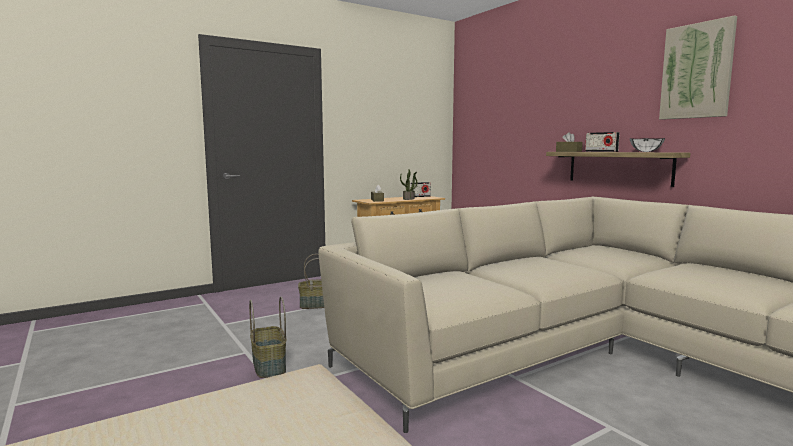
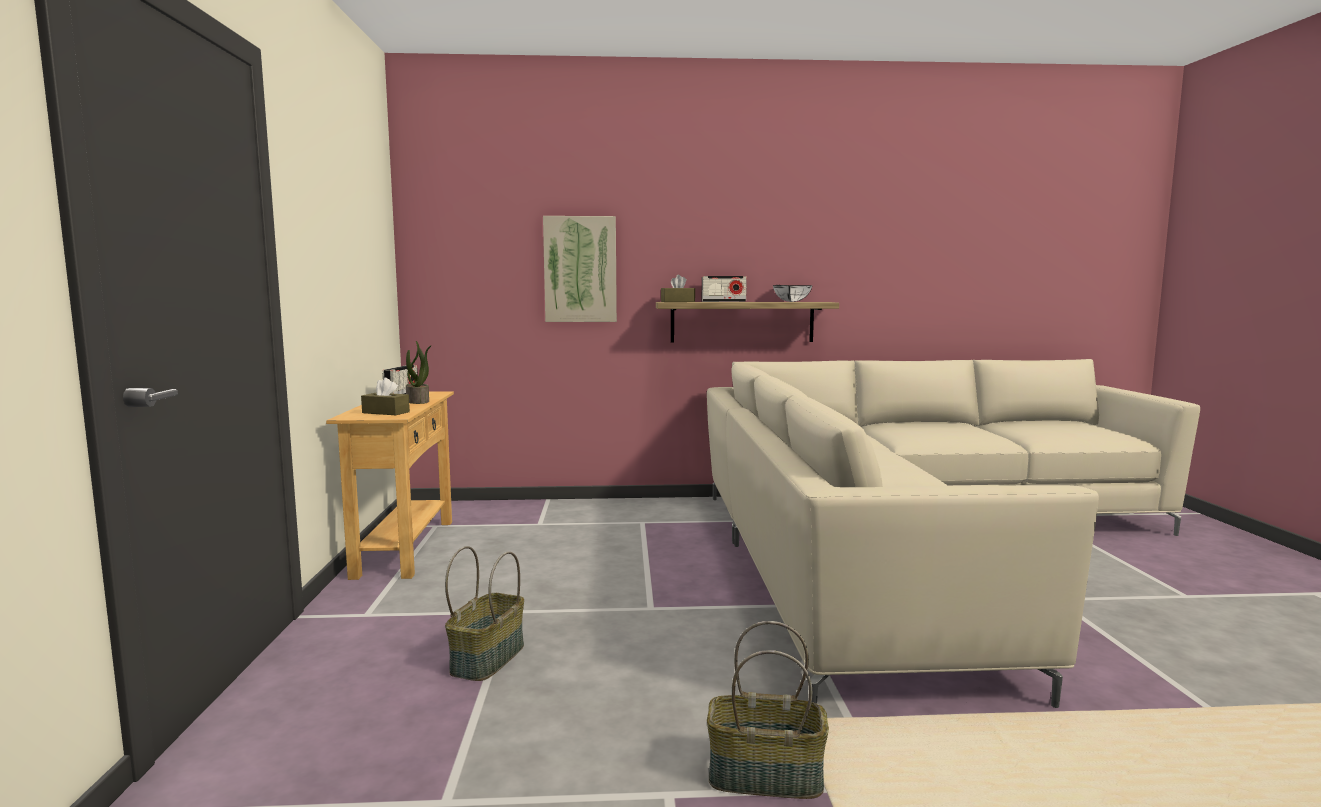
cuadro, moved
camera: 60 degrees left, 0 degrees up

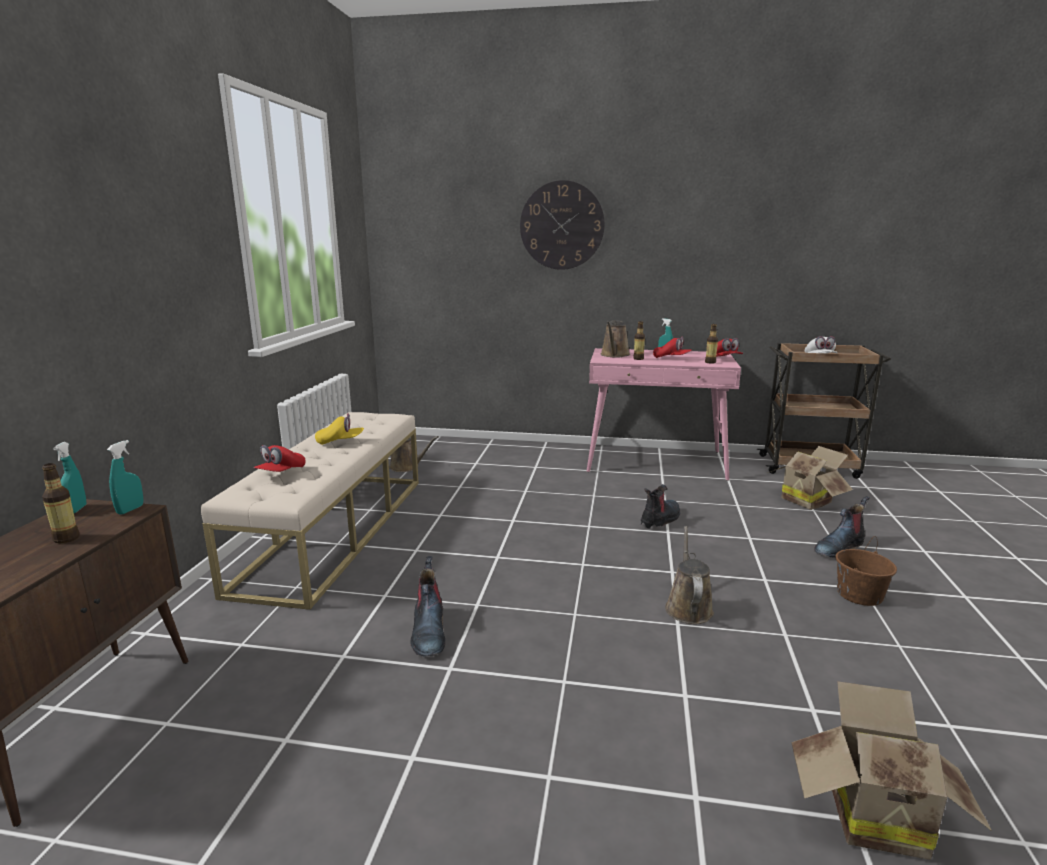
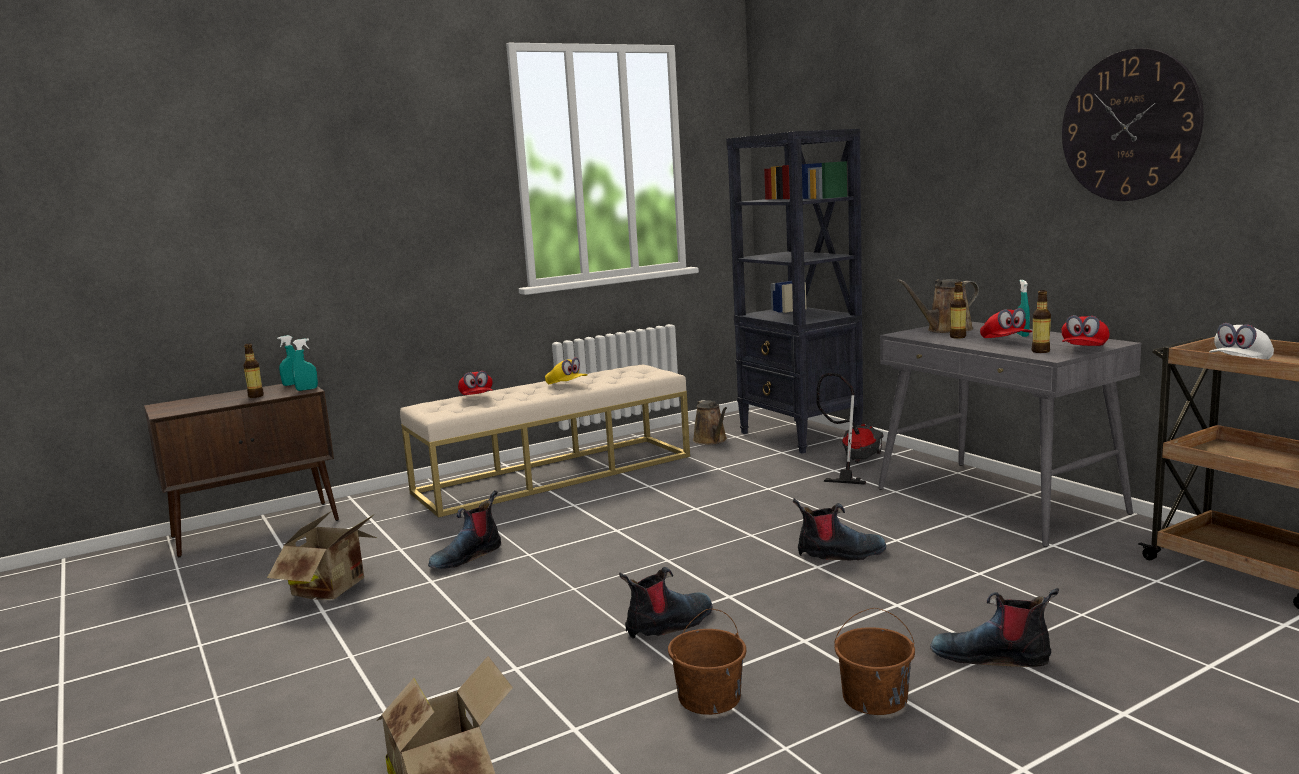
gorra (rojo) (1st from left), 90 degrees counterclockwise
reloj de pared, moved
escritorio (rosa) → escritorio (gris)
regadera (marrón) (3rd from left) → bota (2nd from left)
caja de cartón (1st from left), moved
- → cubo (marrón) (1st from left)
- → estantería (negro)
- → aspiradora
camera: 50 degrees right, 5 degrees down

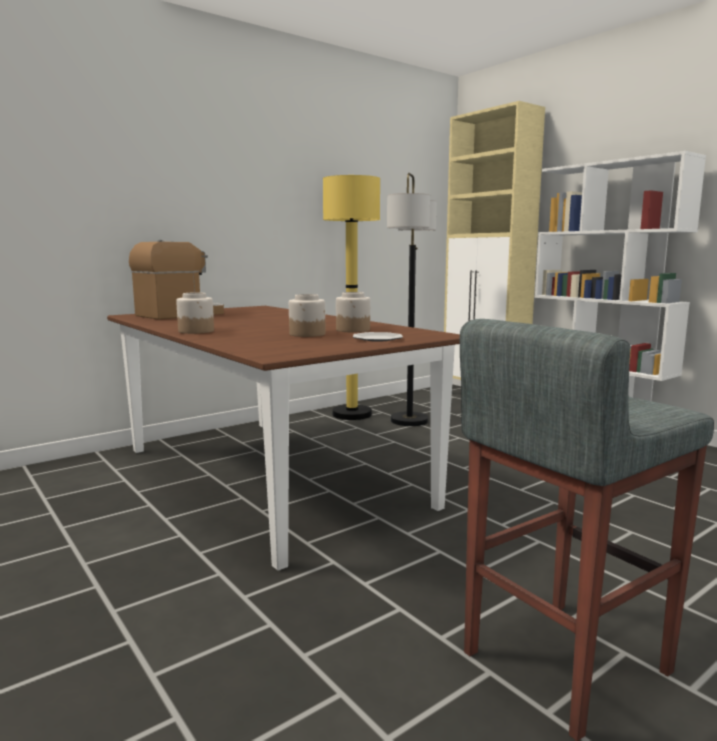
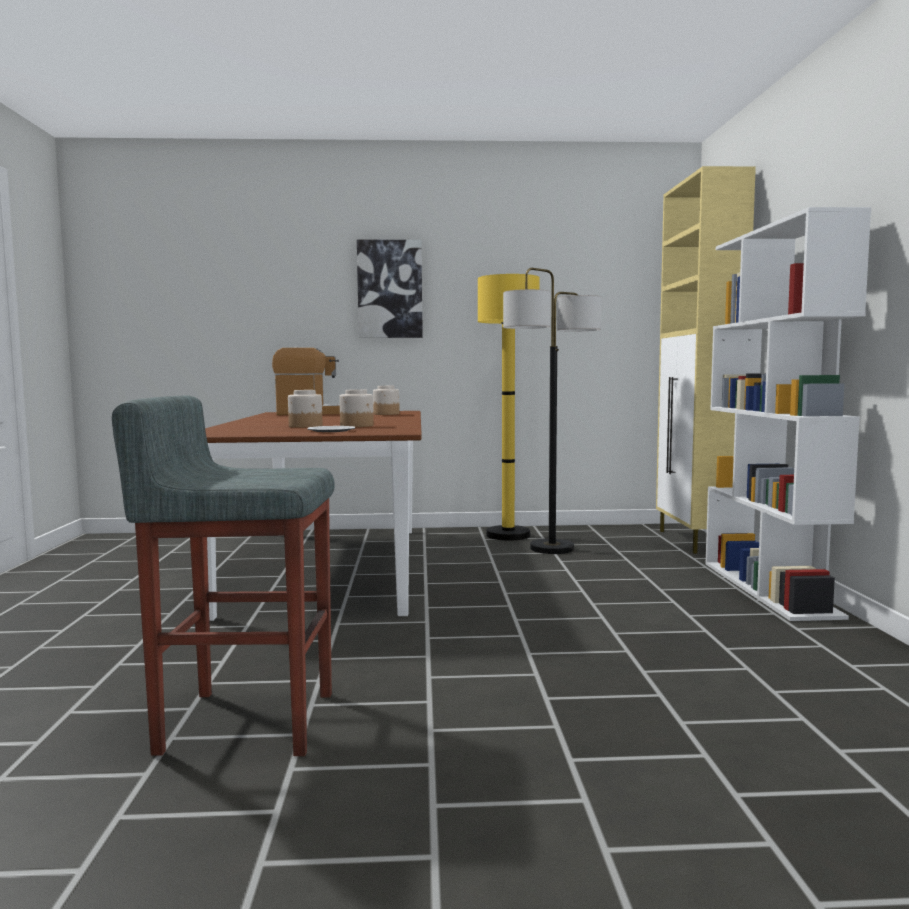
tarro (1st from left in the first image) → tarro (3rd from left), moved
- → cuadro
camera: 35 degrees right, 5 degrees down

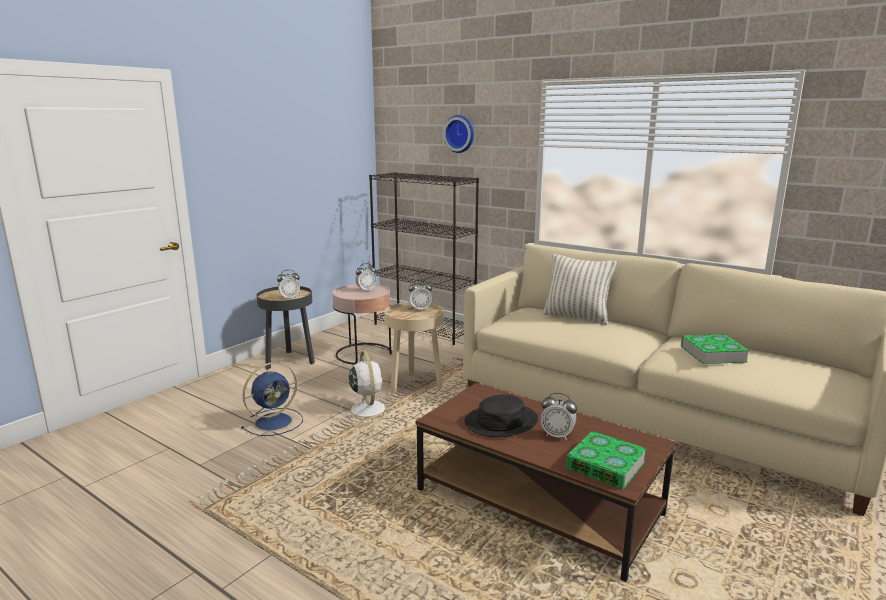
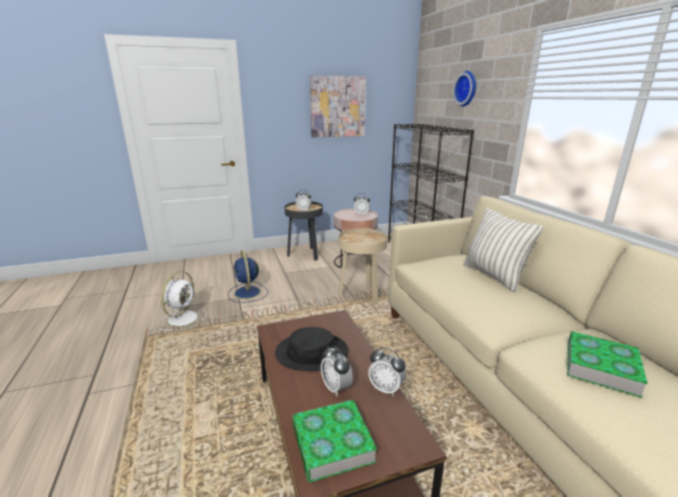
ventilador (azul), 75 degrees clockwise
ventilador (blanco), moved
despertador (3rd from left in the first image) → despertador (4th from left), moved
- → cuadro
camera: 35 degrees right, 5 degrees up

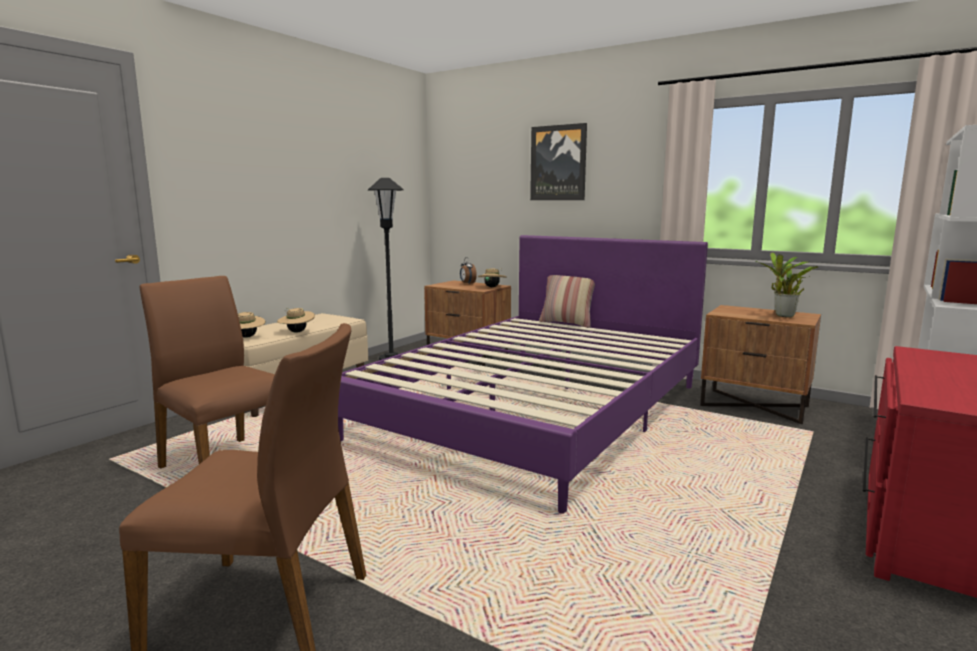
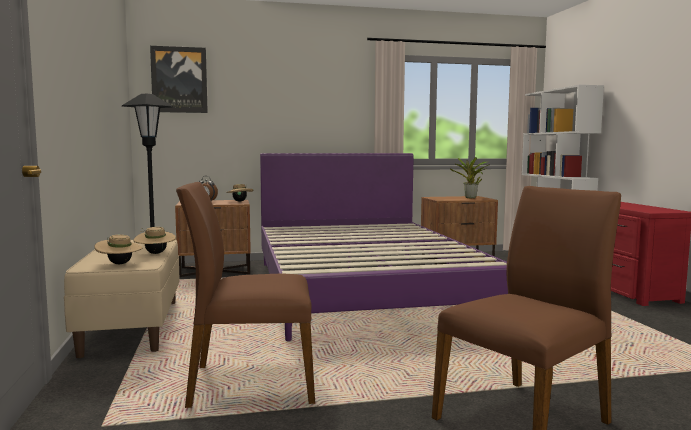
cuadro, moved
cojín → -
camera: 45 degrees left, 5 degrees down

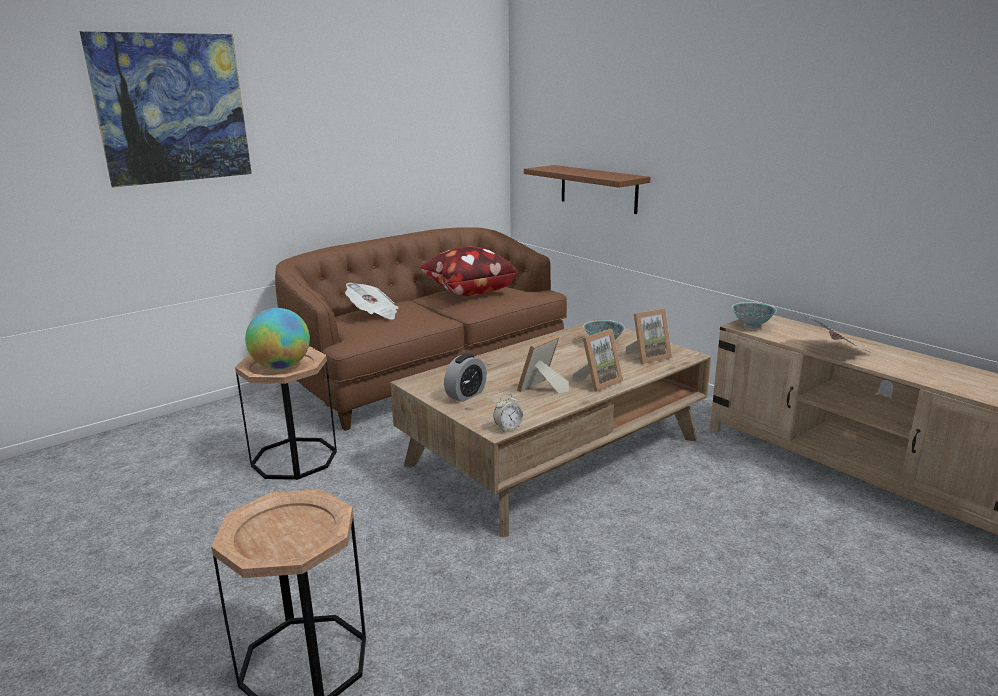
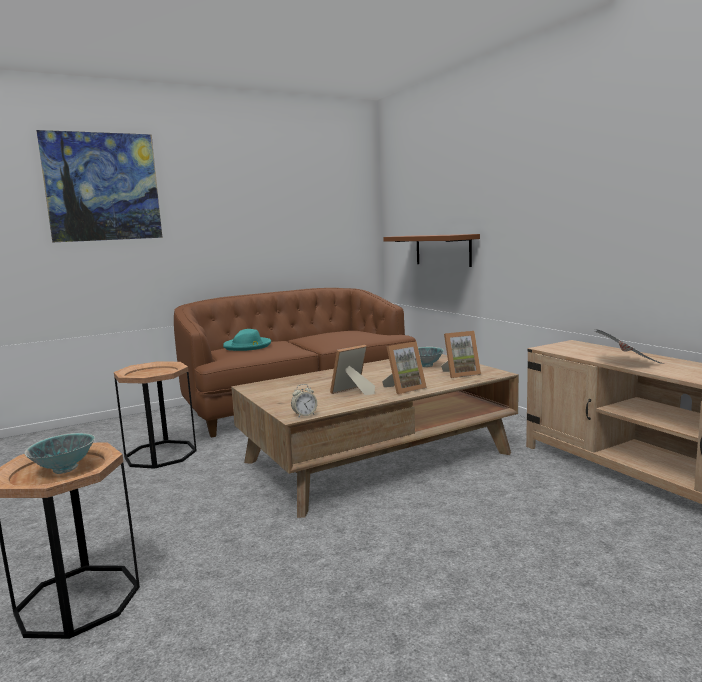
globo terráqueo → -
periódico (1st from left) → sombrero (turquesa)
cojín → -
despertador (1st from left) → -
cuenco (2nd from left in the first image) → cuenco (1st from left), moved
camera: 10 degrees right, 10 degrees down

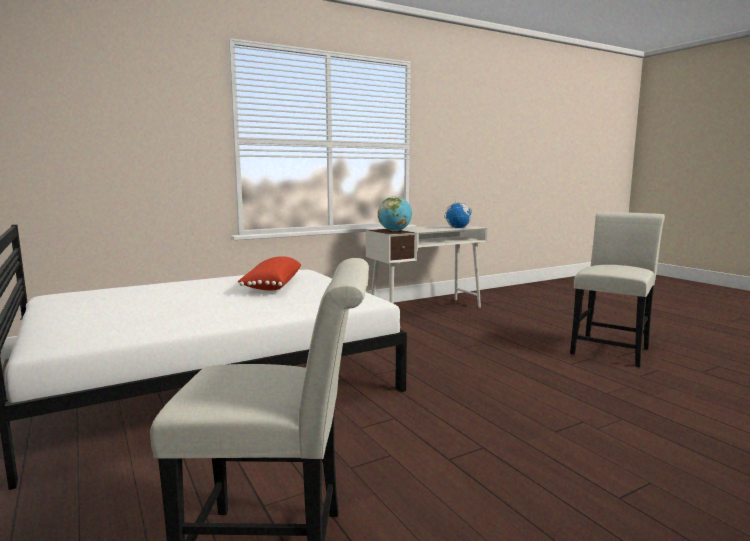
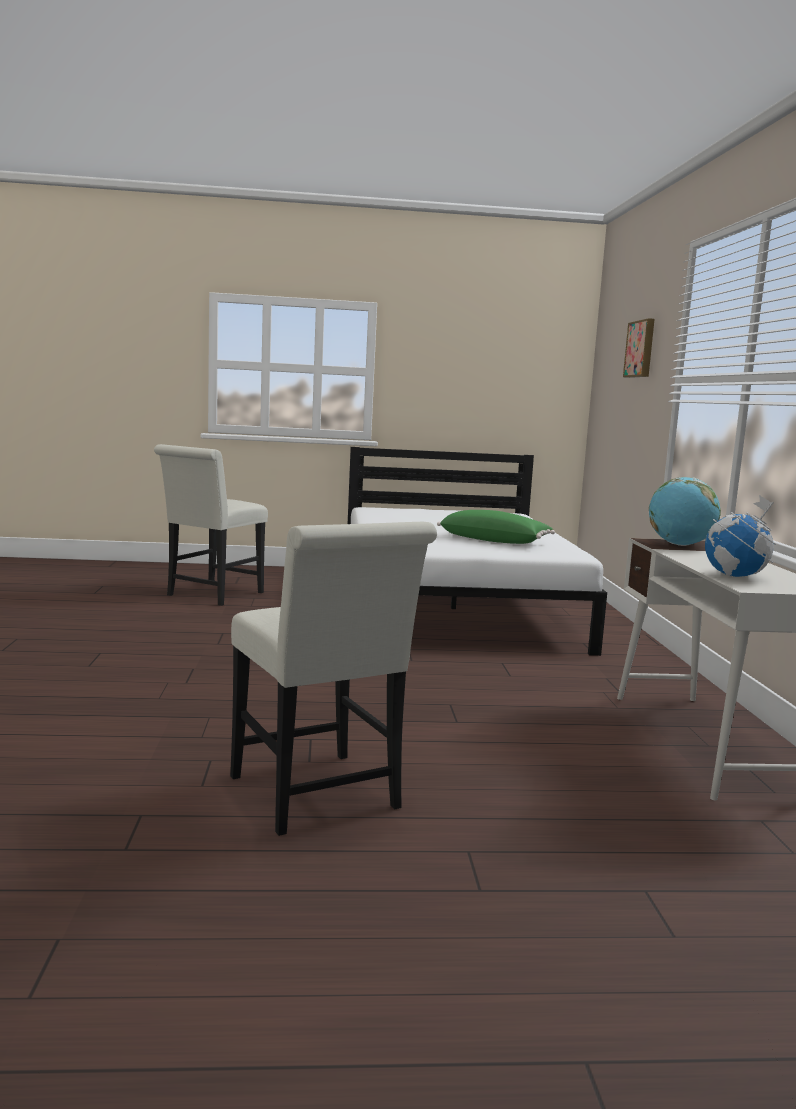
cojín (rojo) → cojín (verde)
- → cuadro
camera: 115 degrees right, 0 degrees up

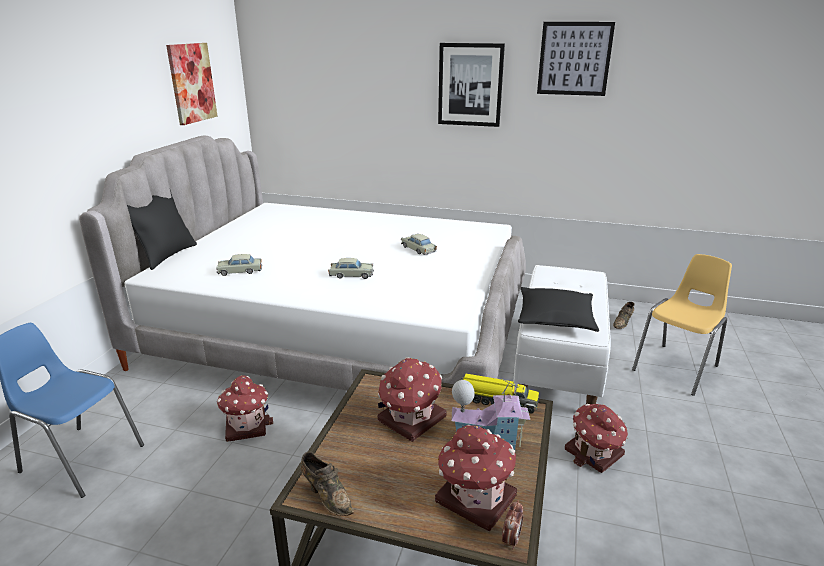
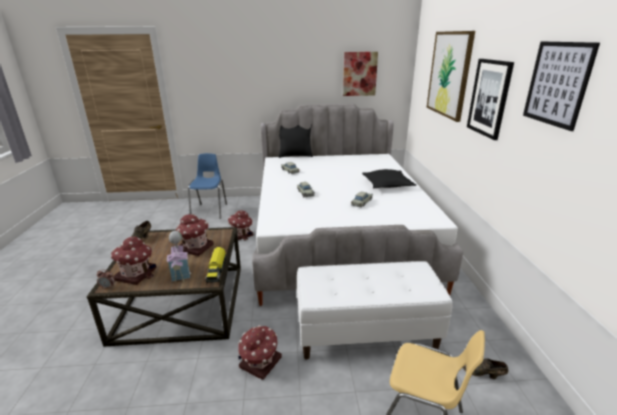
cojín (negro) (2nd from left), moved
- → cuadro (2nd from left)
camera: 70 degrees right, 0 degrees up

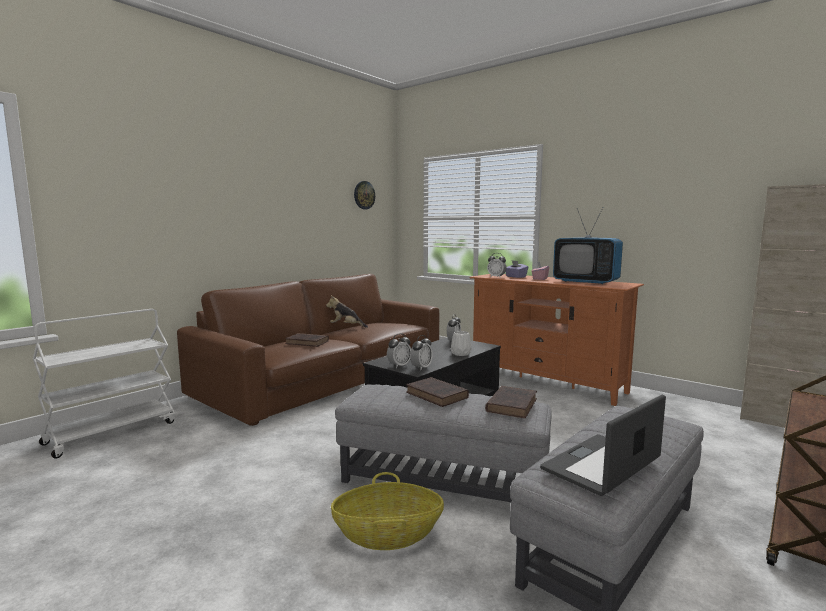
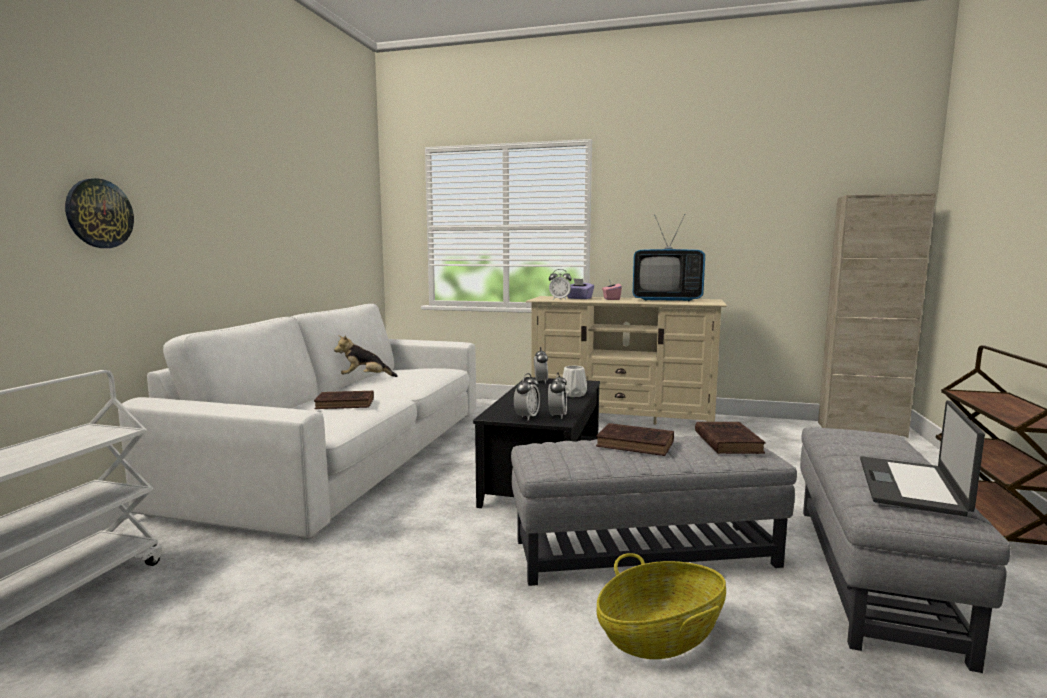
sofá (marrón) → sofá (blanco)
reloj de pared, moved
mueble de televisión (naranja) → mueble de televisión (beis)
camera: 25 degrees left, 0 degrees up

